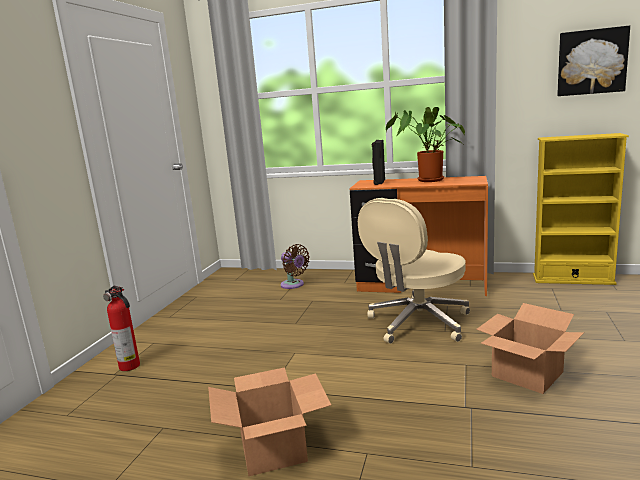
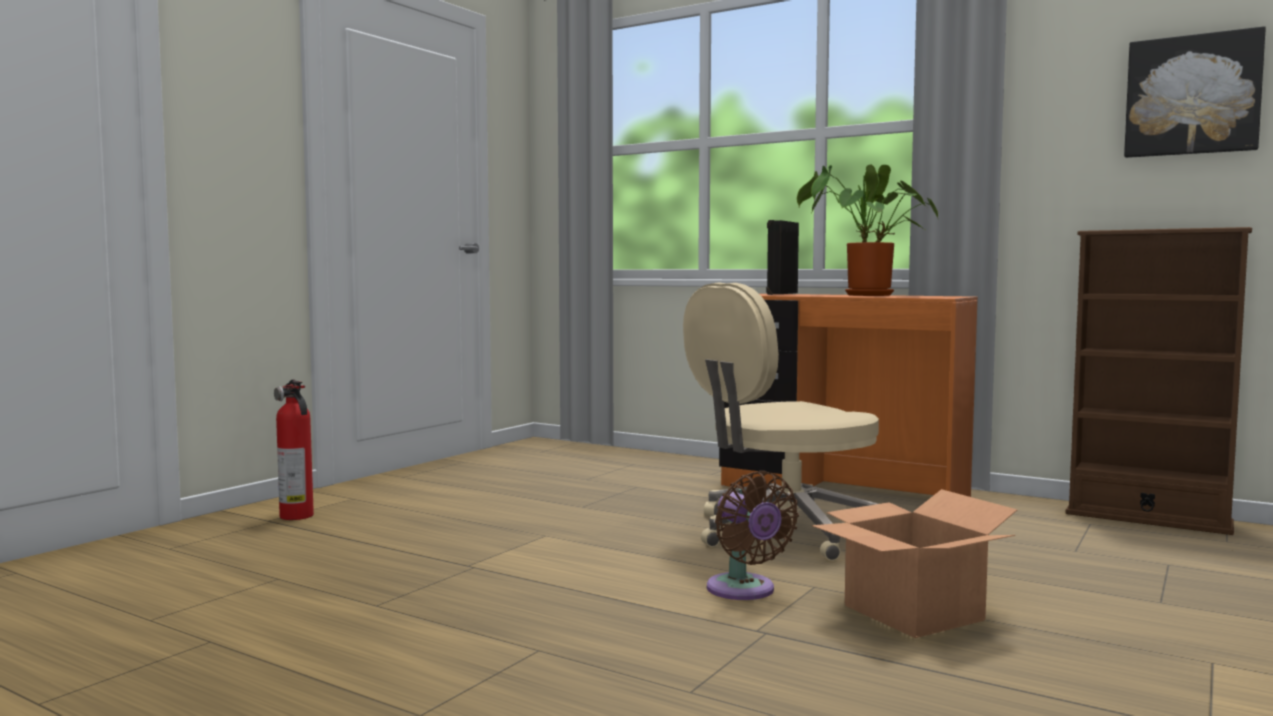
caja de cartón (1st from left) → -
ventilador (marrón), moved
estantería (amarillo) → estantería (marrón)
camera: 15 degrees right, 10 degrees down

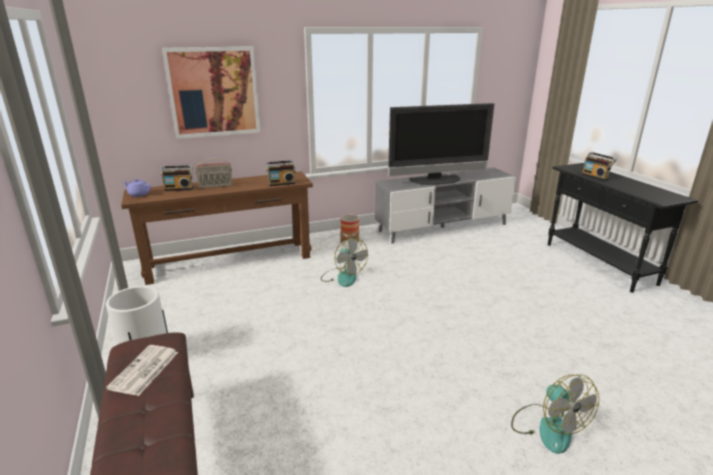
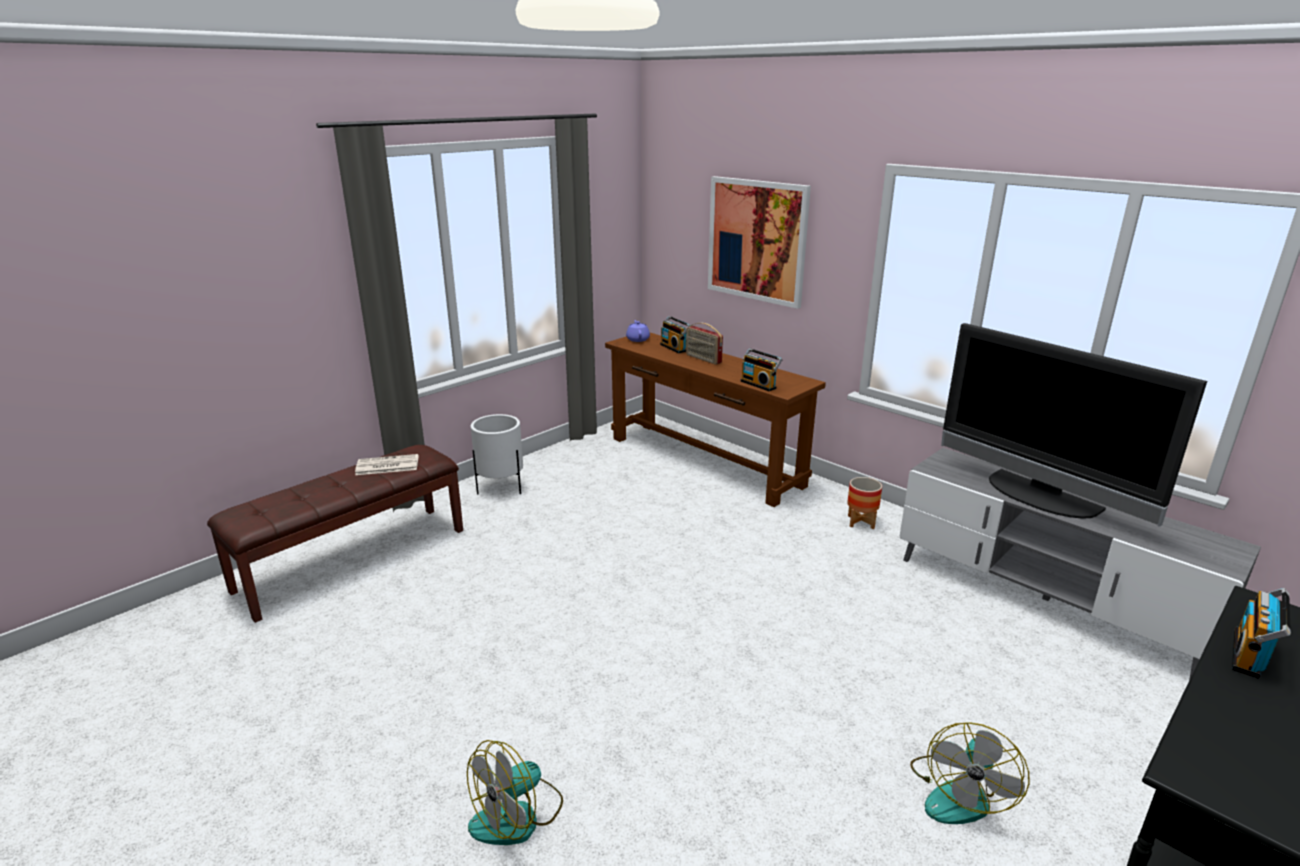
ventilador (1st from left in the first image) → ventilador (2nd from left), moved
camera: 65 degrees right, 0 degrees up

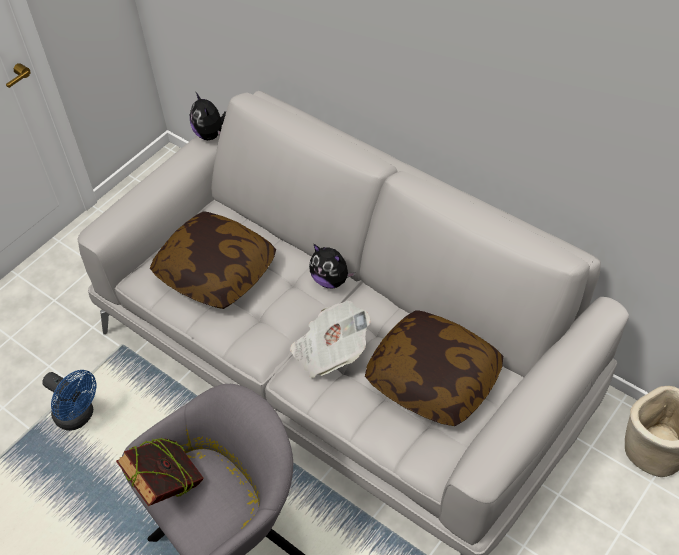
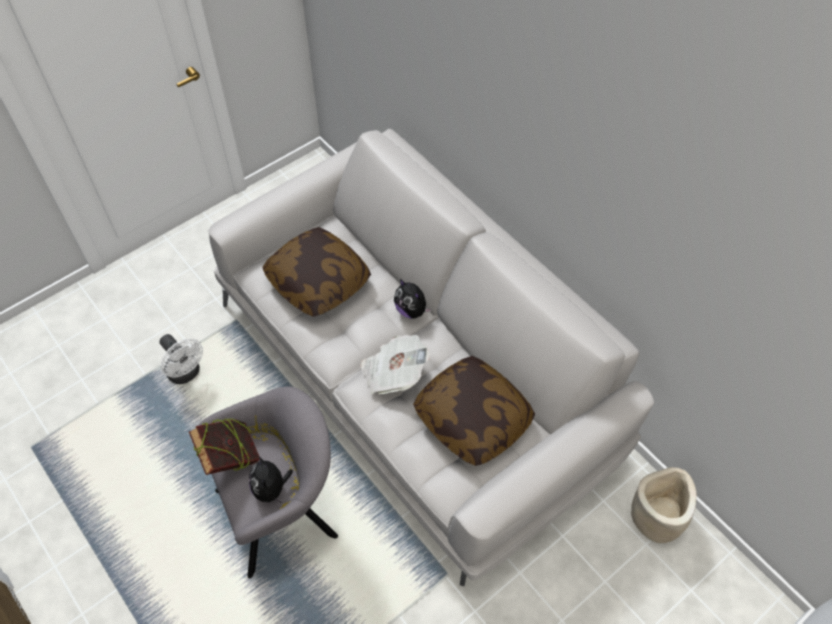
ventilador (azul) → ventilador (blanco)
peluche (1st from left), moved
camera: 10 degrees right, 5 degrees up

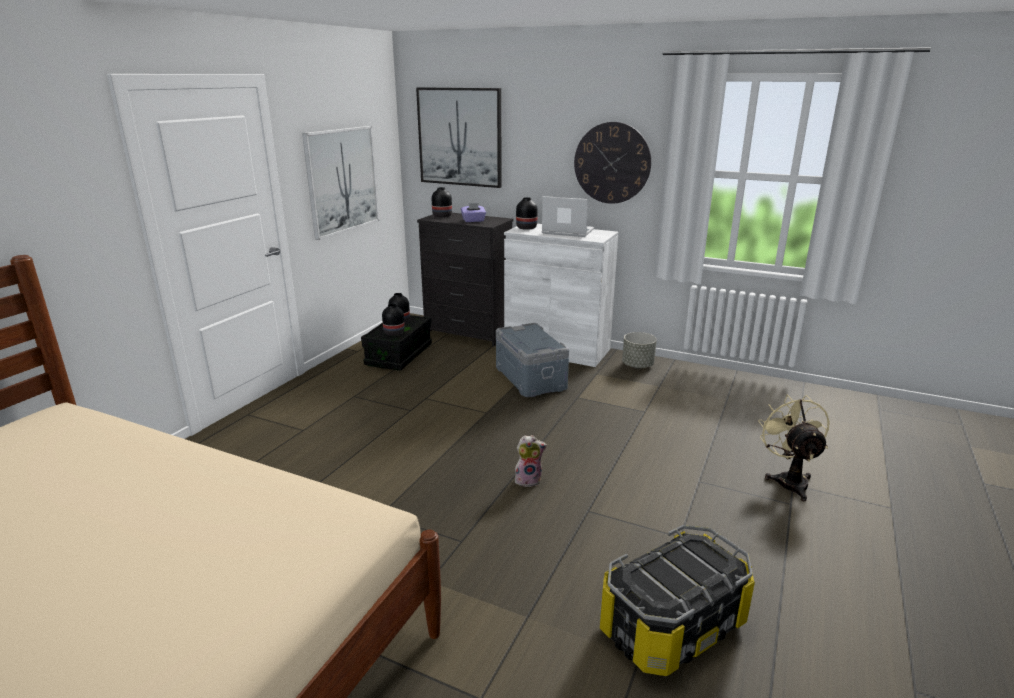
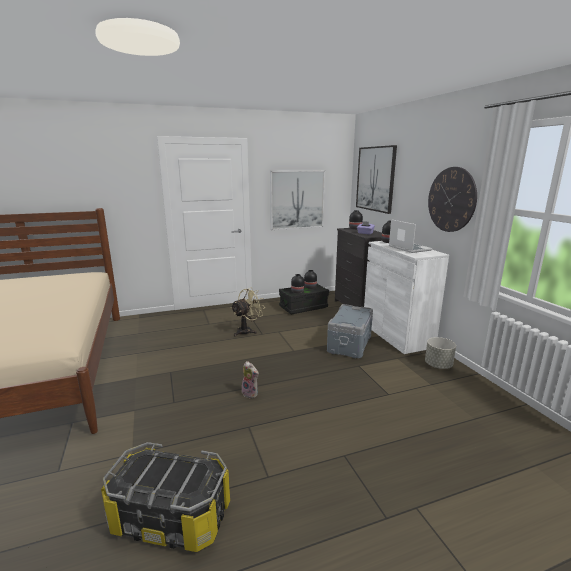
ventilador (beis), moved
camera: 45 degrees right, 5 degrees down

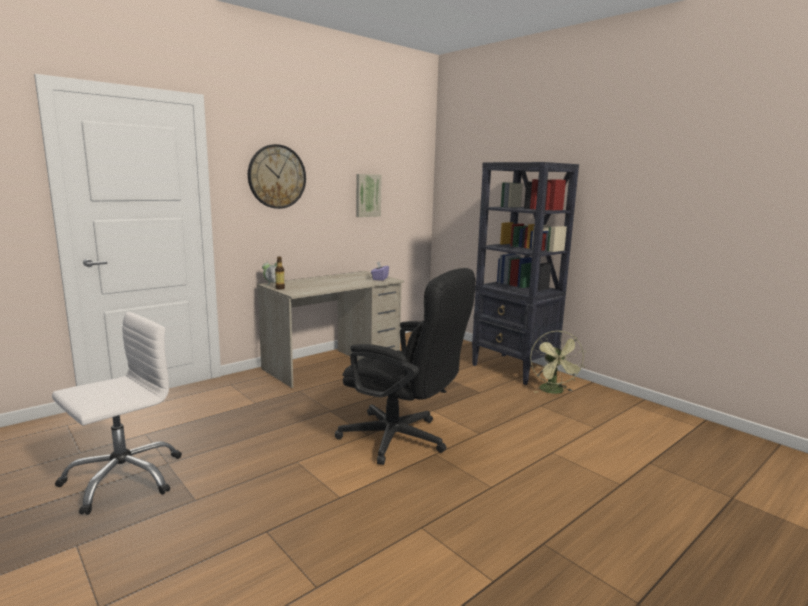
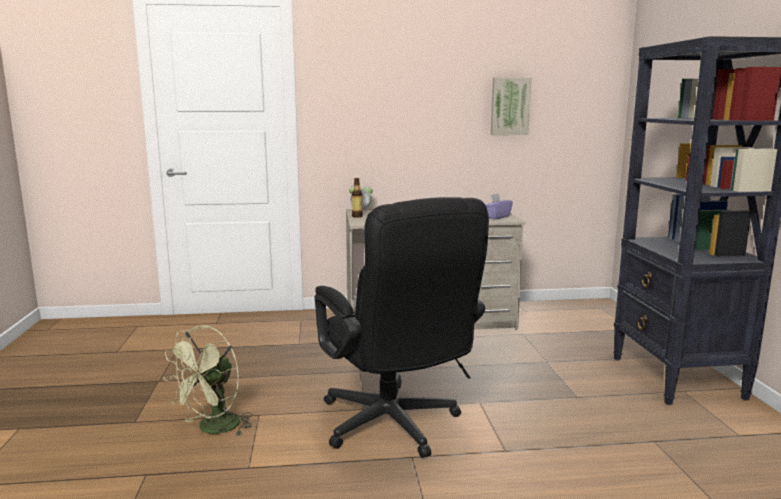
silla de oficina (blanco) → -
reloj de pared → -
ventilador (verde), moved
camera: 35 degrees right, 0 degrees up

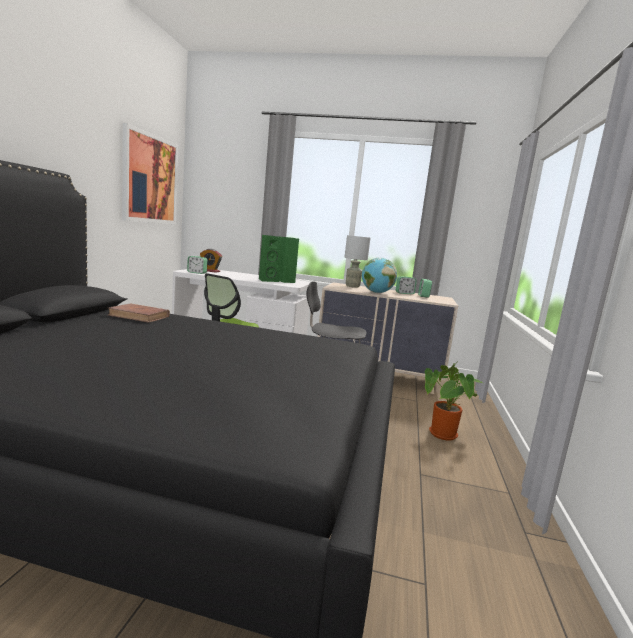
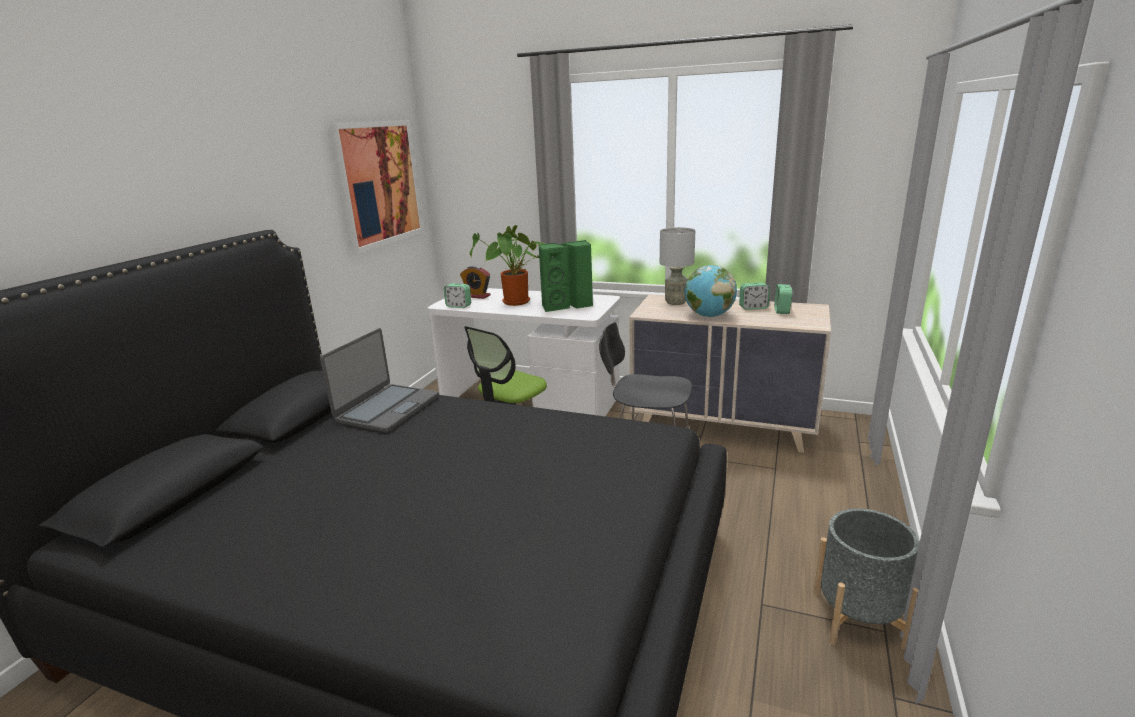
libro (marrón) → portátil
planta en maceta, moved
- → maceta (gris)
camera: 10 degrees right, 10 degrees up

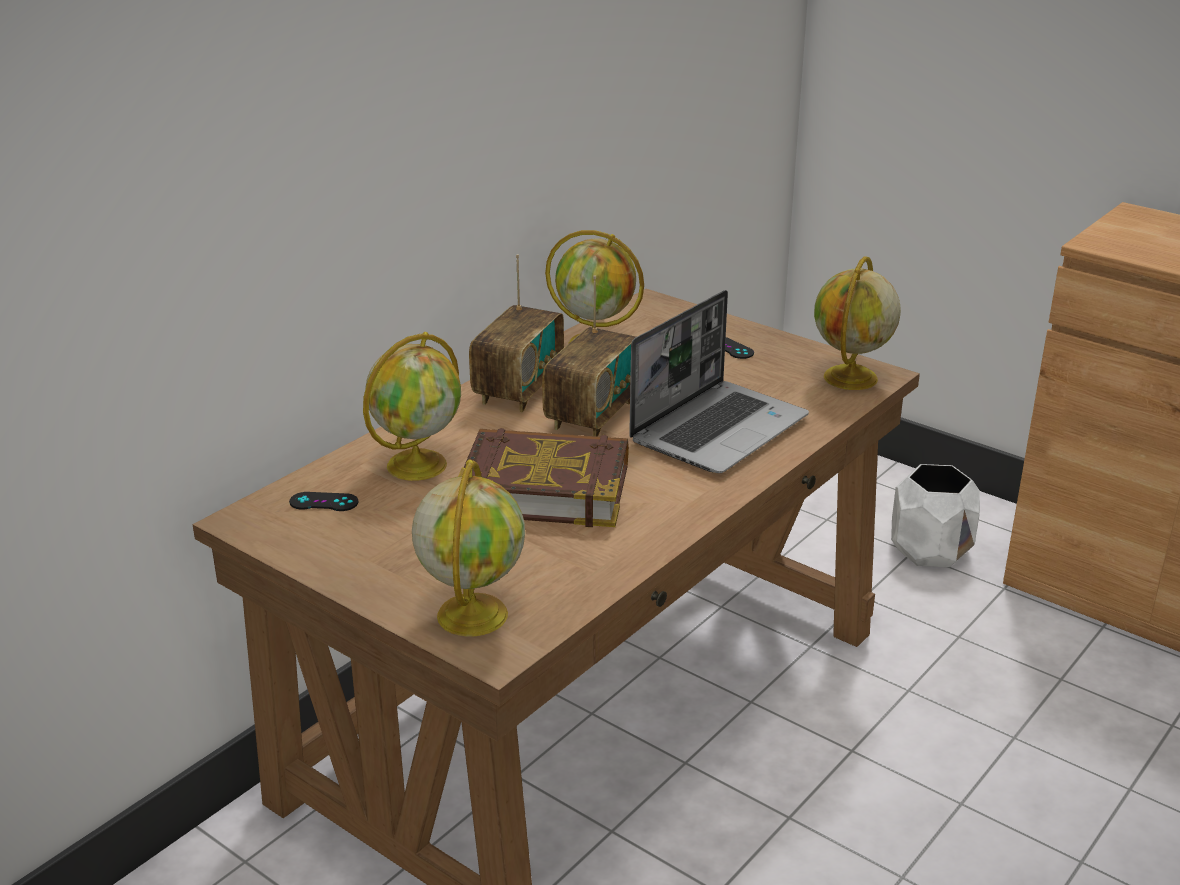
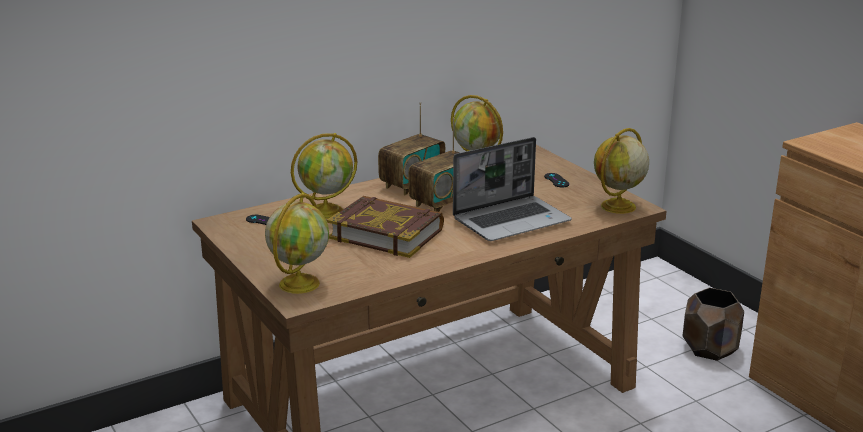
maceta (blanco) → maceta (marrón)
camera: 20 degrees right, 5 degrees down

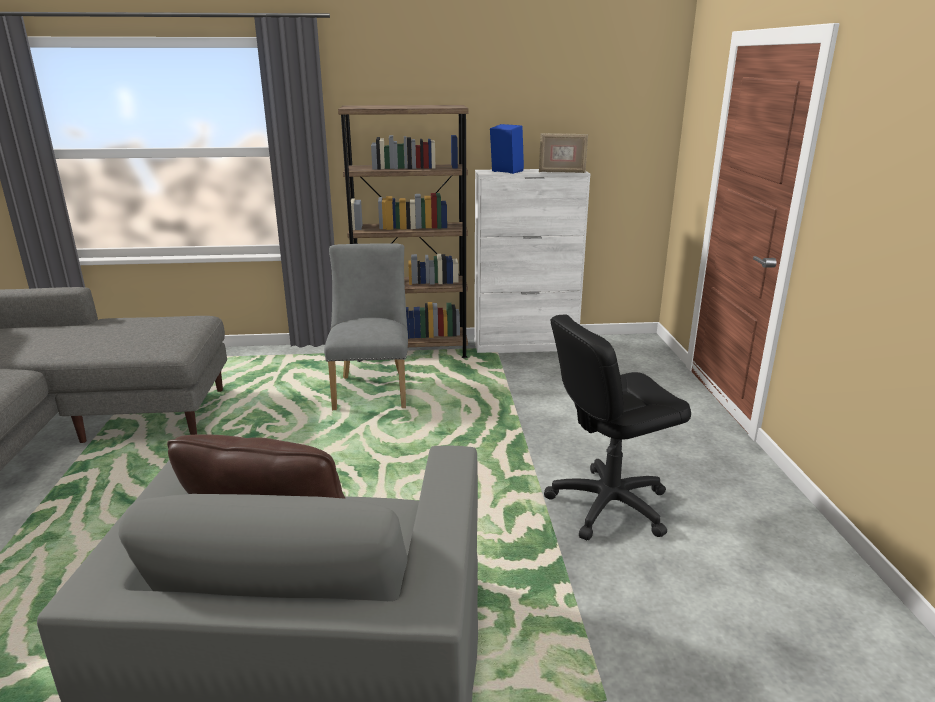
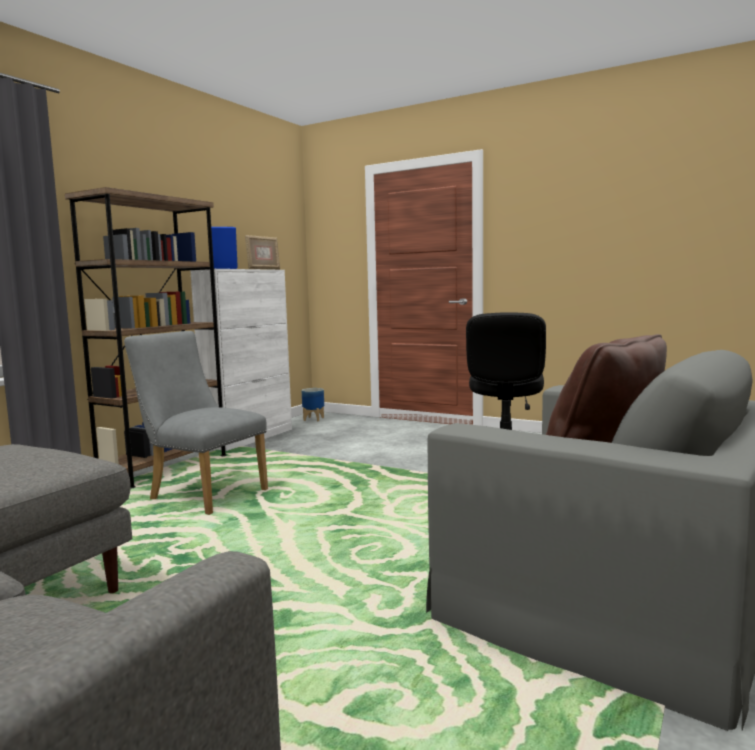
- → maceta
camera: 55 degrees left, 15 degrees down

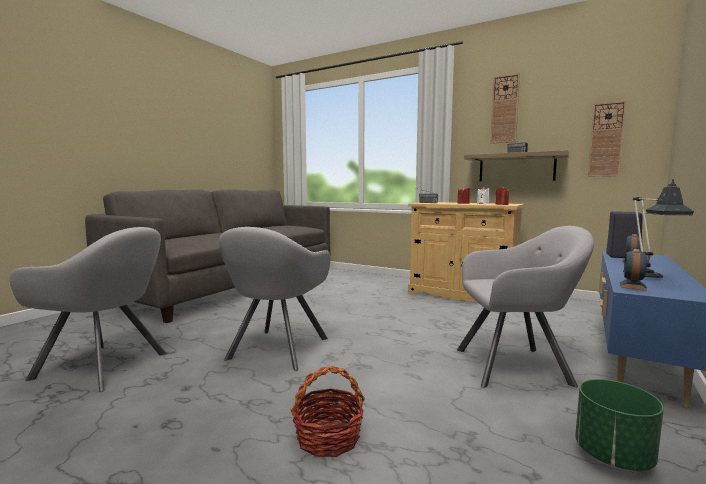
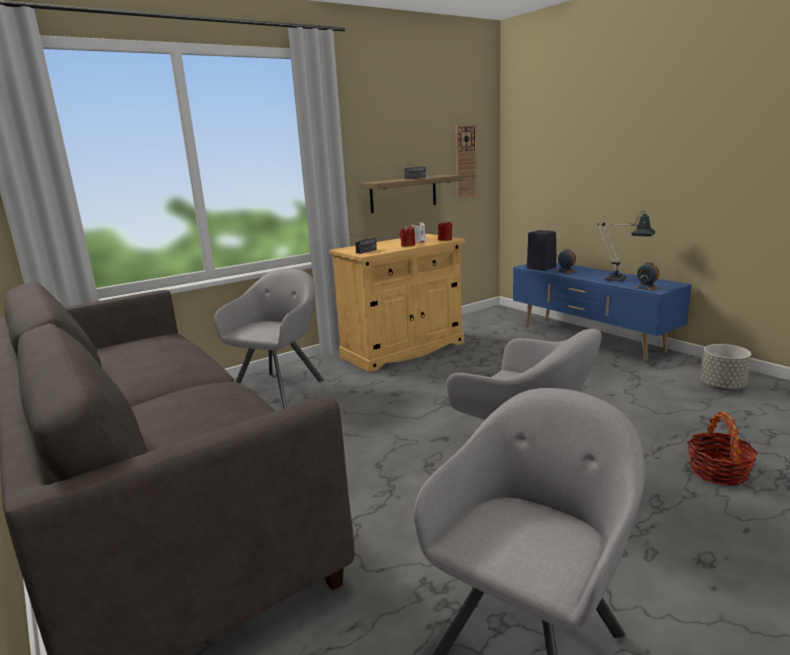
sillón (gris) (3rd from left in the first image) → sillón (gris) (1st from left), moved
reloj de pared (1st from left) → -
maceta (verde) → maceta (gris)
camera: 65 degrees left, 10 degrees up

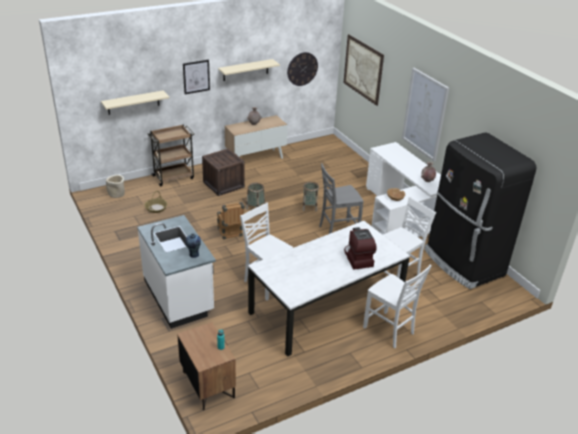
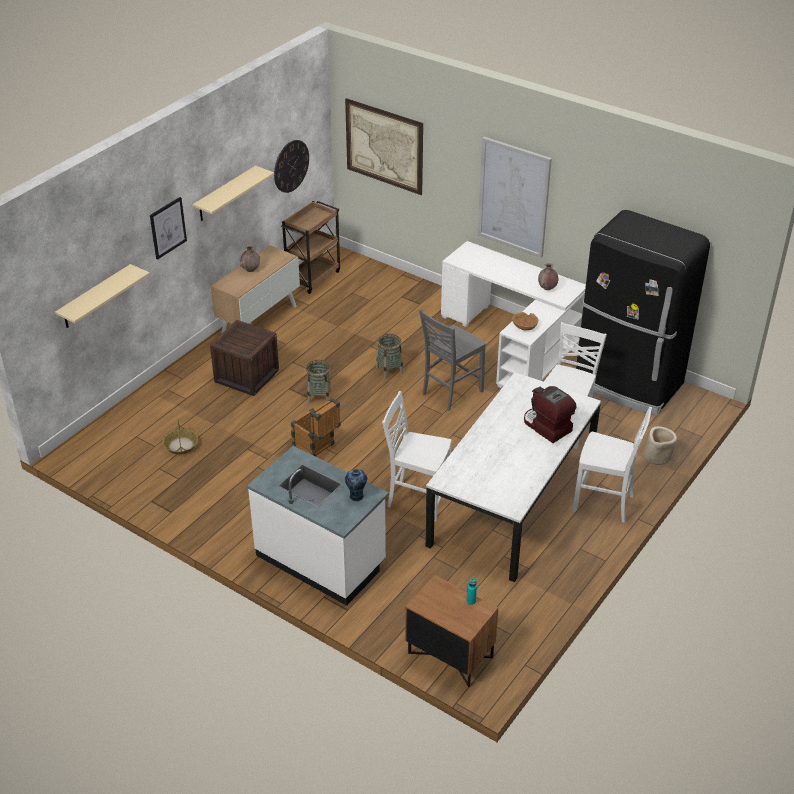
maceta (beis), moved
carrito (marrón), moved
camera: 25 degrees left, 5 degrees up

